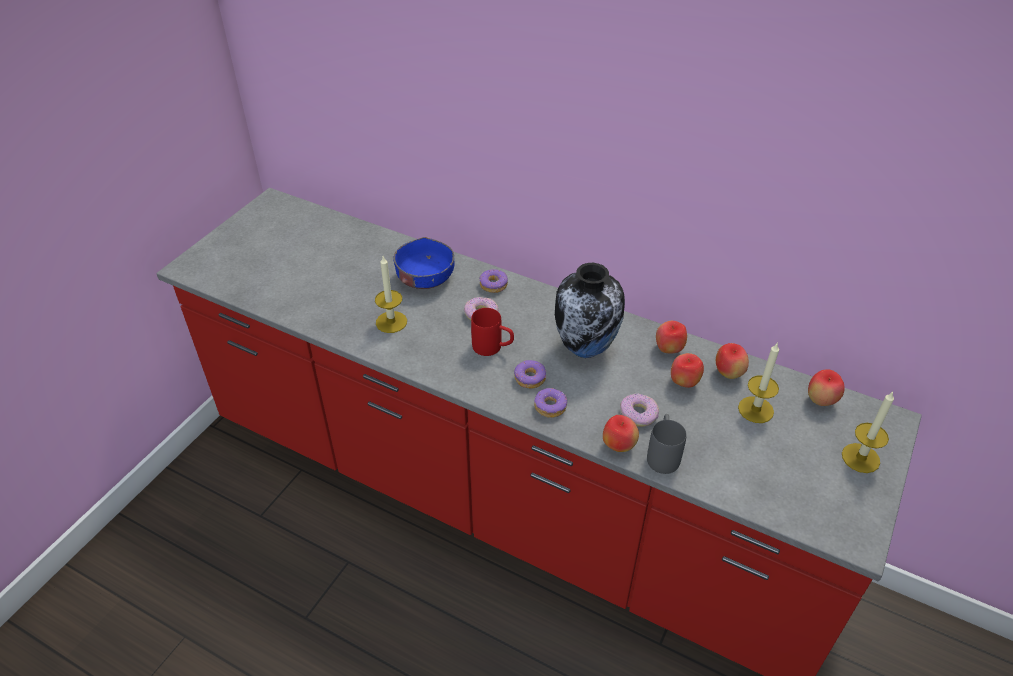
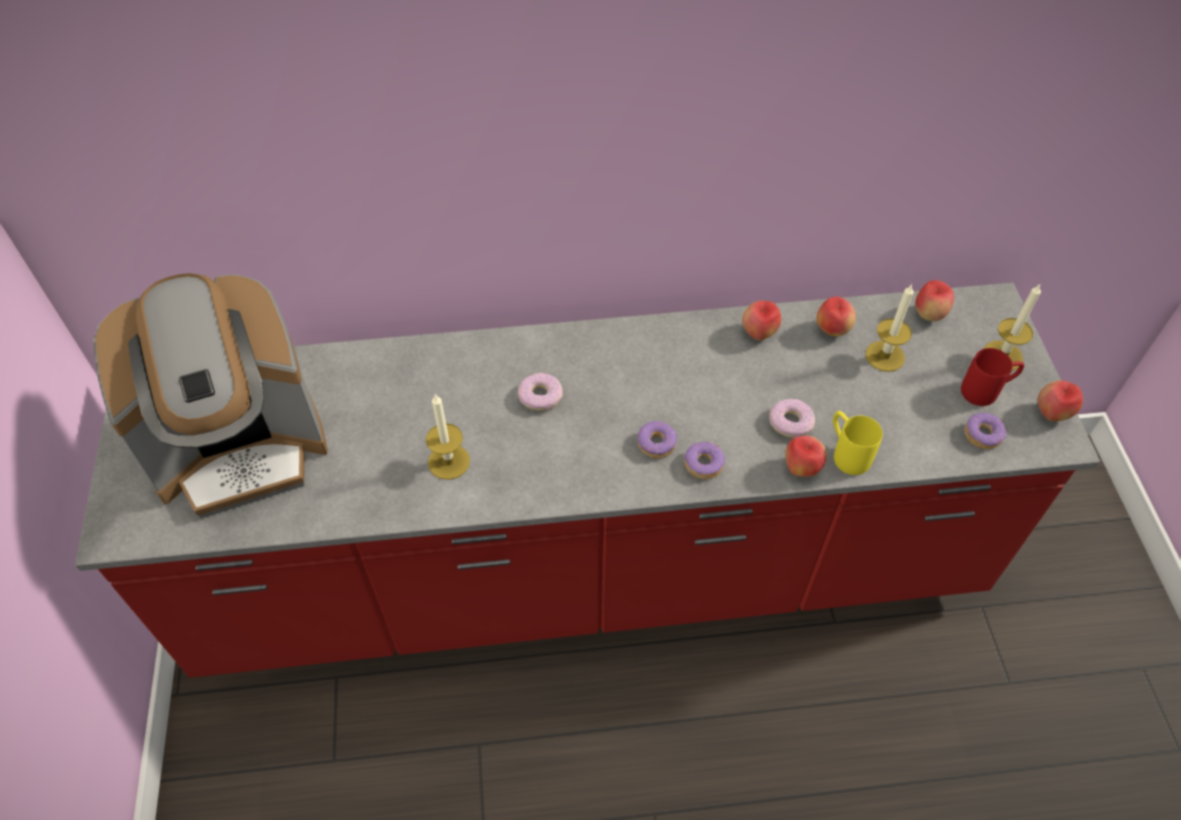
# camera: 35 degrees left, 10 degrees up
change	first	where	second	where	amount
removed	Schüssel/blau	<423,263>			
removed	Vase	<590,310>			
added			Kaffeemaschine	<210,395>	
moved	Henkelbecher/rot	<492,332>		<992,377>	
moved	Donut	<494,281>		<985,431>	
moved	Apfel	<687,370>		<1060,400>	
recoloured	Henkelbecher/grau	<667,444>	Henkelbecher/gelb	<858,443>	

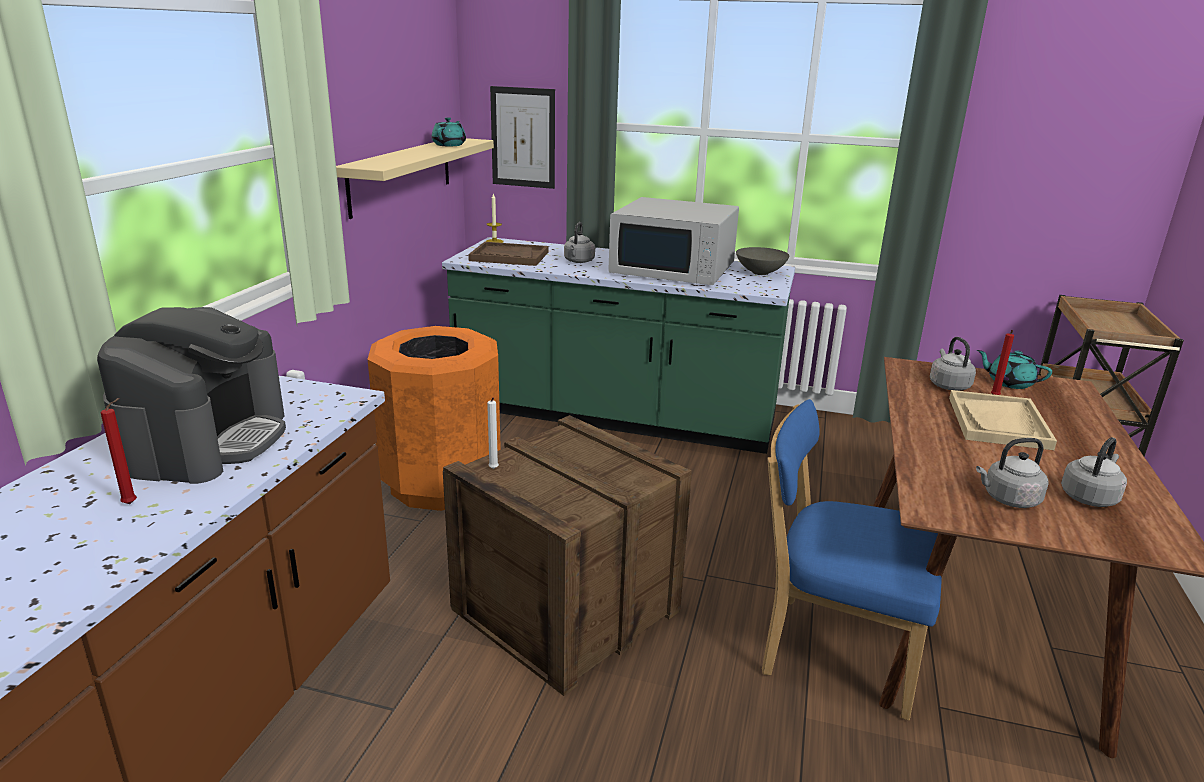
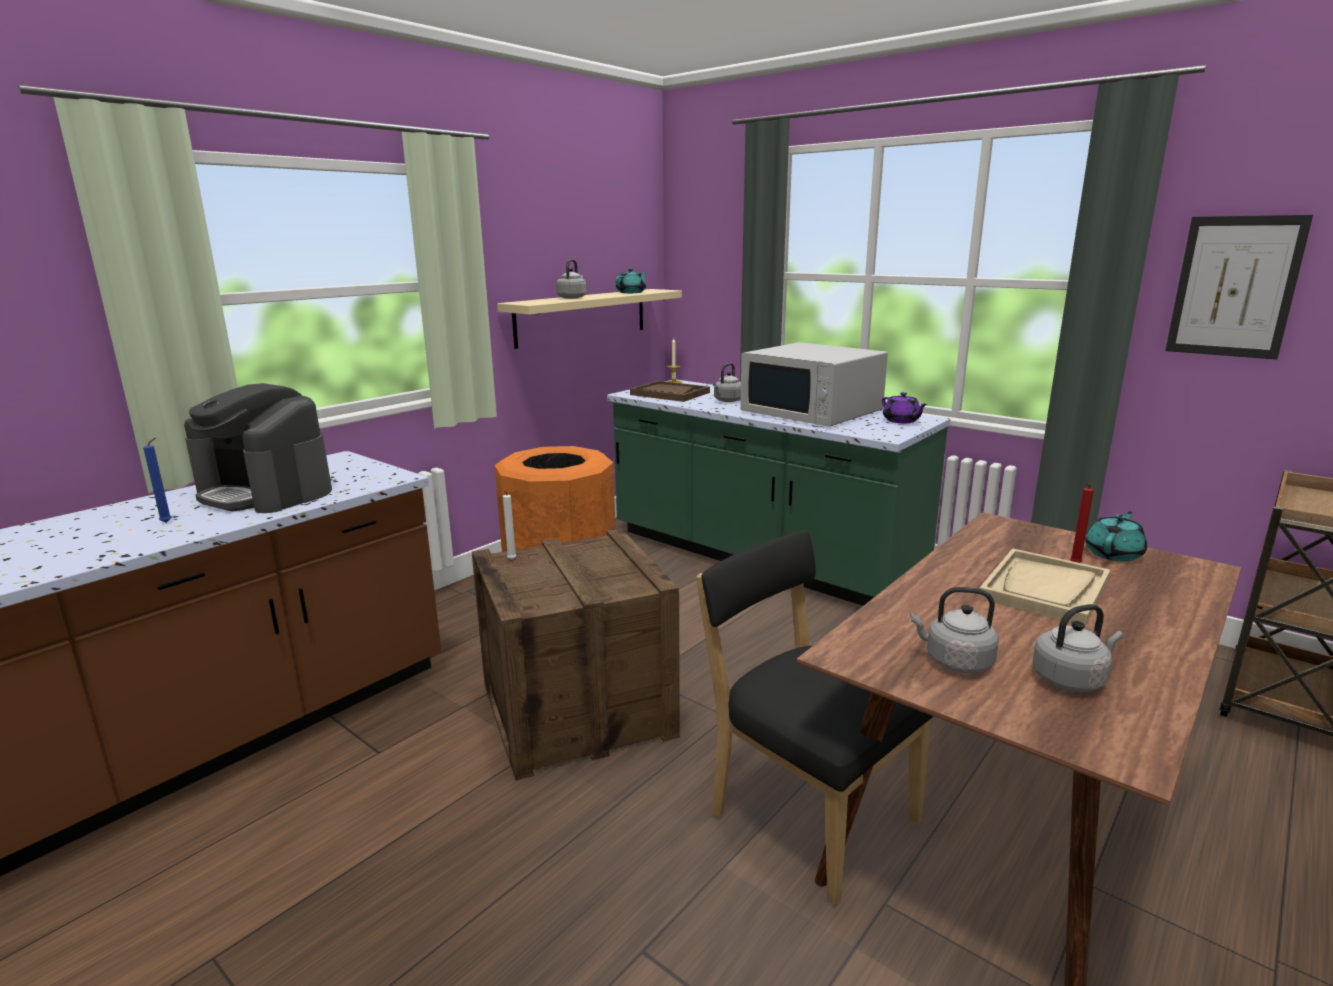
# camera: 25 degrees right, 5 degrees down
change	first	where	second	where	amount
moved	Bild	<522,137>		<1239,287>	
moved	Wasserkessel/grau	<953,364>		<571,279>	
replaced	Schüssel/grau	<762,261>	Teekanne/lila	<905,407>	
recoloured	Kerze/rot	<118,451>	Kerze/blau	<157,480>	
recoloured	Stuhl/blau	<852,560>	Stuhl/schwarz	<815,717>	
turned	Kaffeemaschine	<191,395>		<258,448>	90 degrees clockwise
turned	Teekanne/türkis	<1014,369>		<1116,537>	75 degrees clockwise

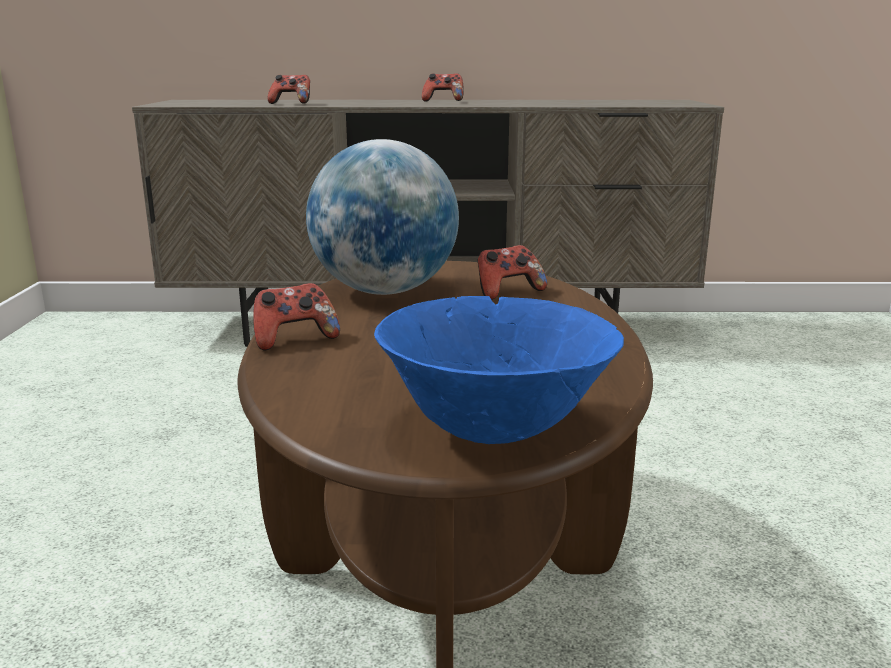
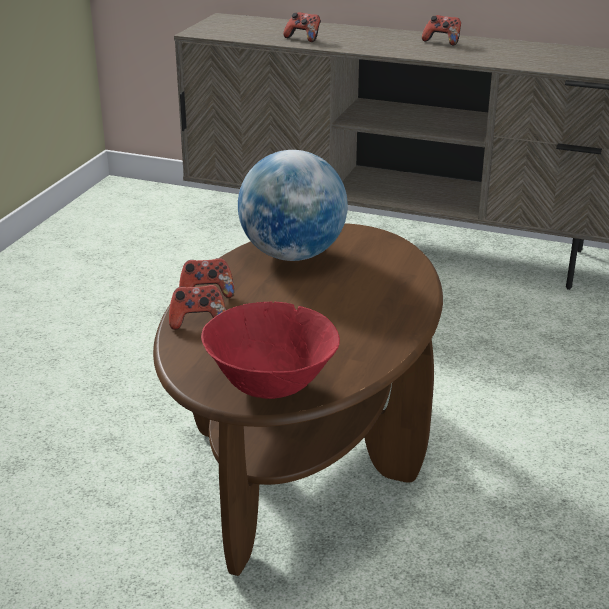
# camera: 20 degrees right, 10 degrees up
change	first	where	second	where	amount
moved	Gamepad	<512,272>		<197,307>	
recoloured	Schüssel/blau	<499,370>	Schüssel/rot	<270,350>	

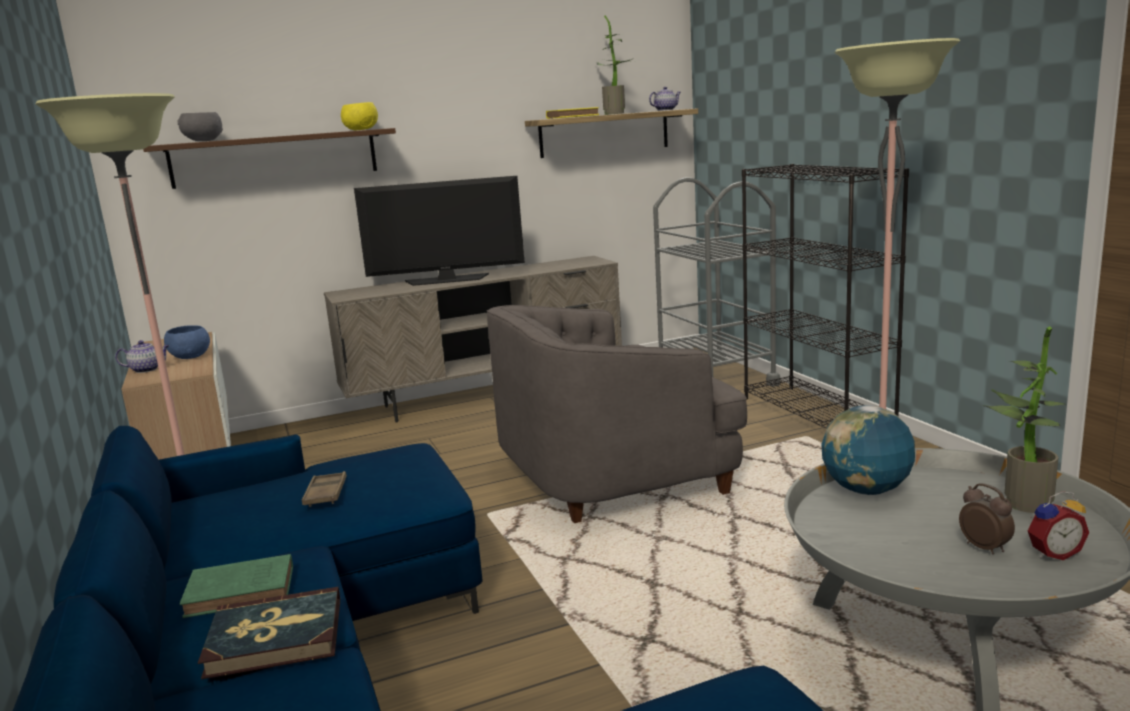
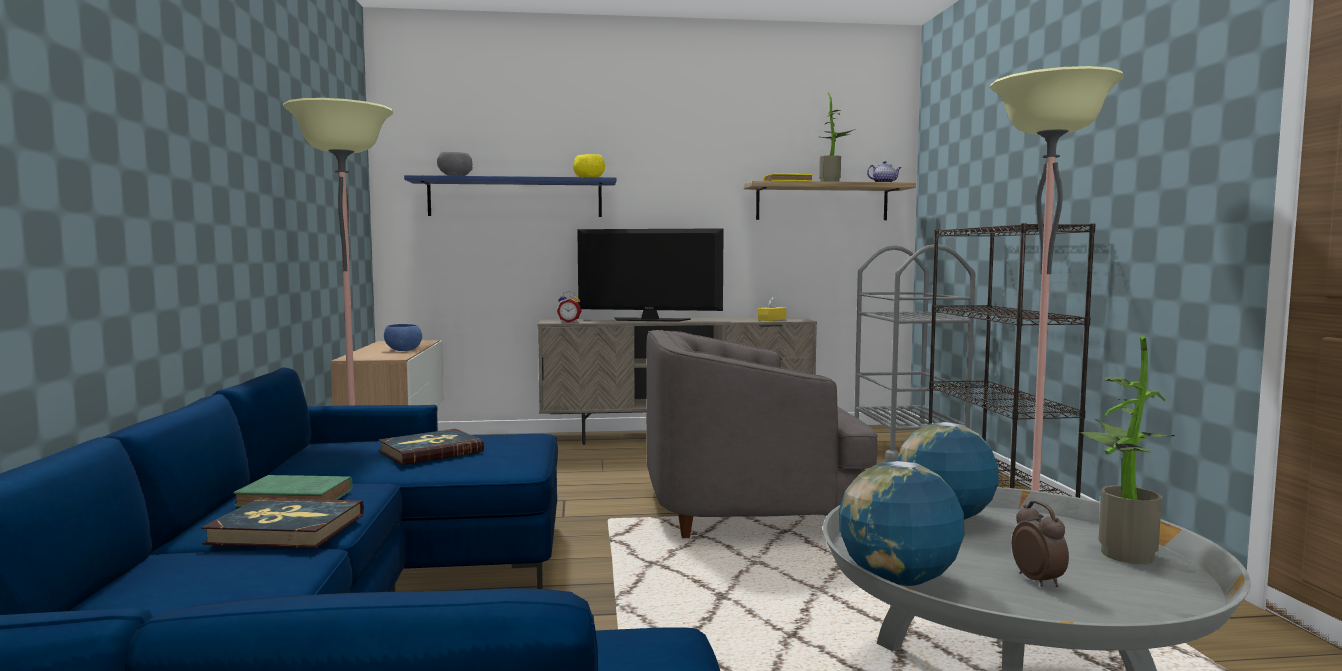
# camera: 15 degrees right, 10 degrees down
change	first	where	second	where	amount
removed	Teekanne	<142,356>			
added			Taschentuchbox/gelb	<772,308>	
added			Globus	<901,523>	
moved	Wecker	<1058,525>		<569,307>	
replaced	Tablett/braun	<324,489>	Buch	<431,447>	
recoloured	Wandregal/braun	<269,158>	Wandregal/blau	<510,196>	

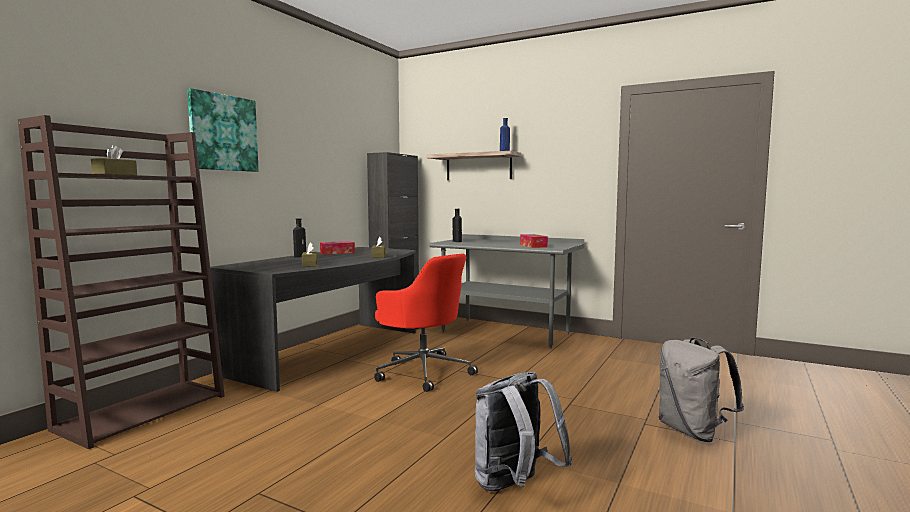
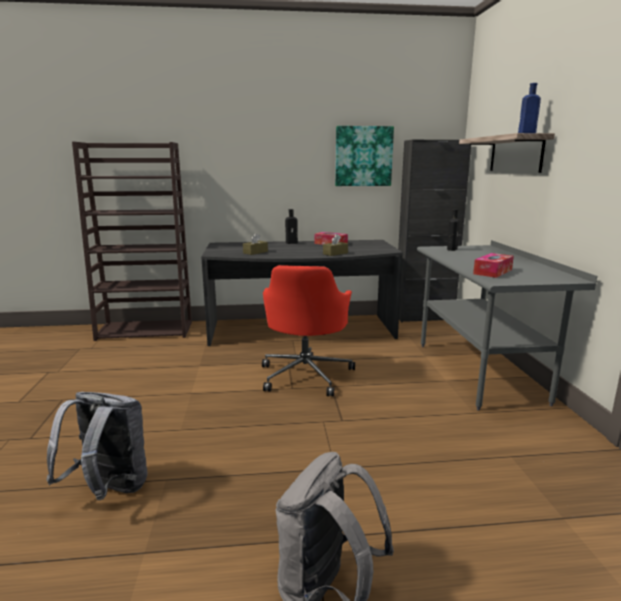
# camera: 55 degrees right, 10 degrees up
change	first	where	second	where	amount
removed	Taschentuchbox/braun	<114,160>			
moved	Bild	<223,130>		<364,156>	

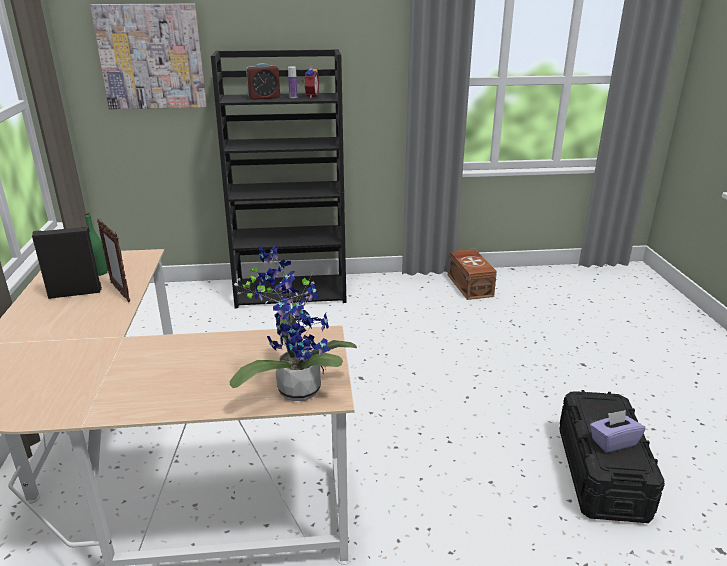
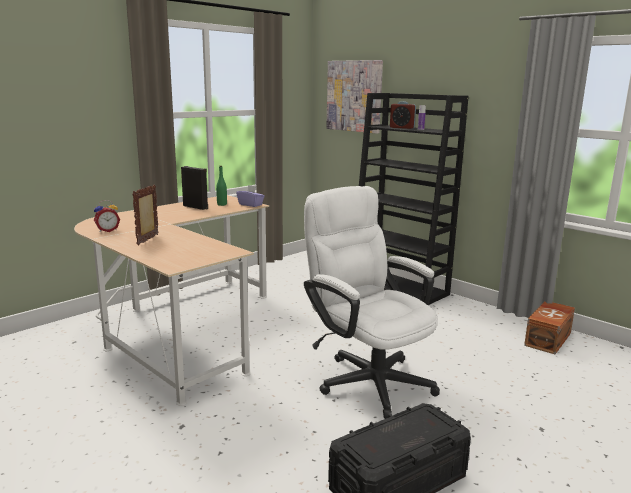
# camera: 50 degrees right, 10 degrees down
change	first	where	second	where	amount
removed	Topfpflanze	<293,323>			
added			Bürostuhl/weiß	<372,302>	
moved	Bilderrahmen	<113,260>		<145,215>	
moved	Wecker	<310,80>		<107,216>	
moved	Taschentuchbox/lila	<617,431>		<250,196>	

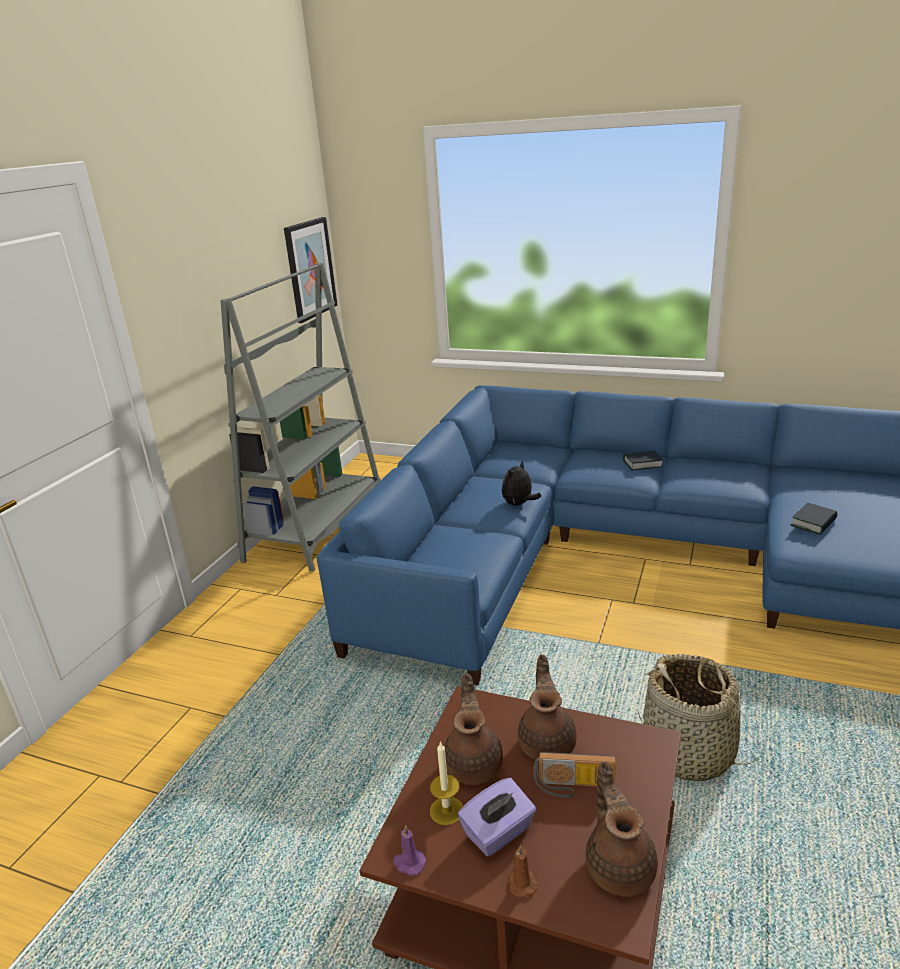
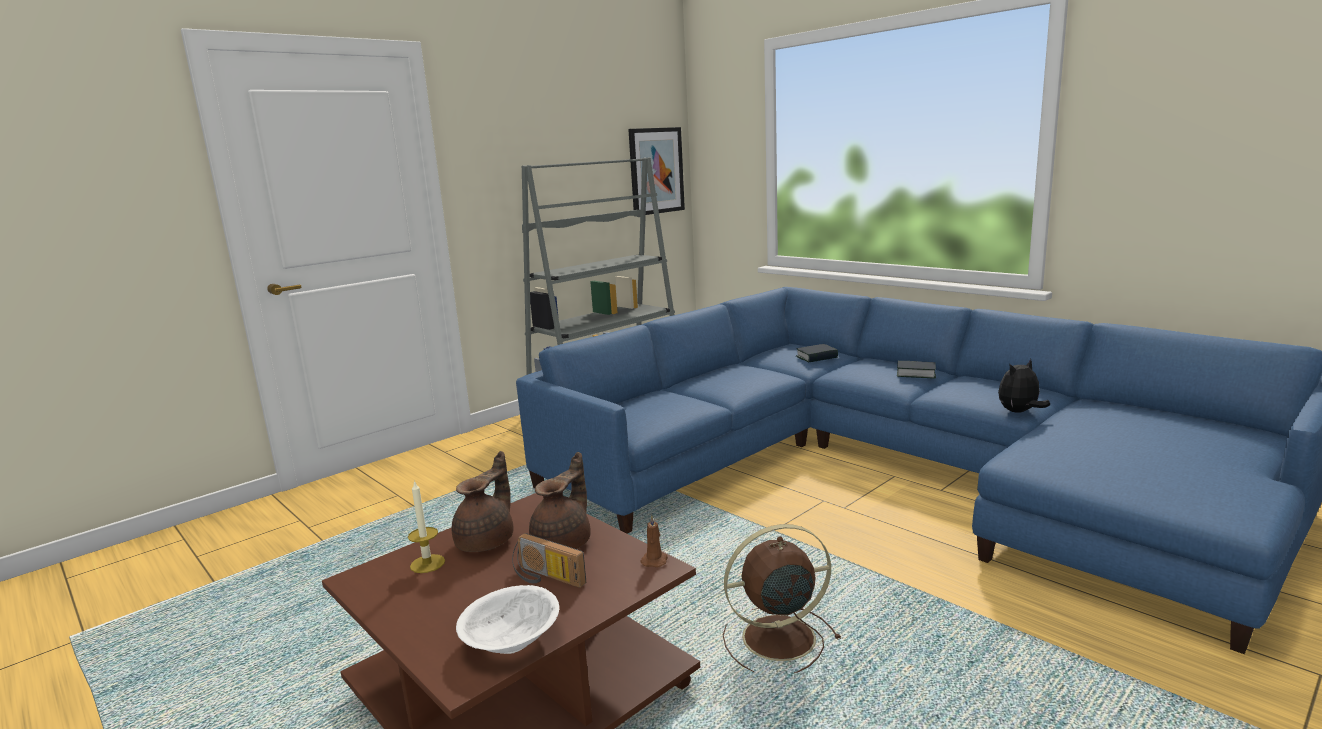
# camera: 25 degrees right, 10 degrees down
change	first	where	second	where	amount
removed	Kerze/lila	<409,850>			
removed	Taschentuchbox/lila	<497,817>			
moved	Plüschtier	<521,483>		<1024,386>	
moved	Kerze/braun	<523,871>		<654,541>	
moved	Buch	<813,519>		<817,353>	
replaced	Teekanne/braun	<622,828>	Schüssel/weiß	<507,619>	
replaced	Korb	<698,717>	Ventilator/braun	<782,598>	

